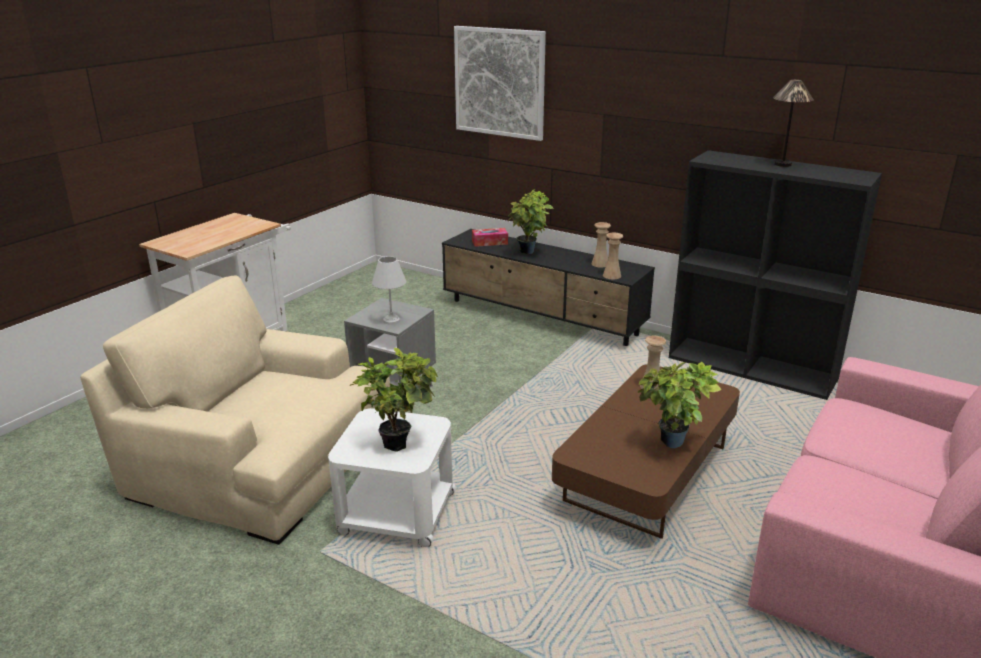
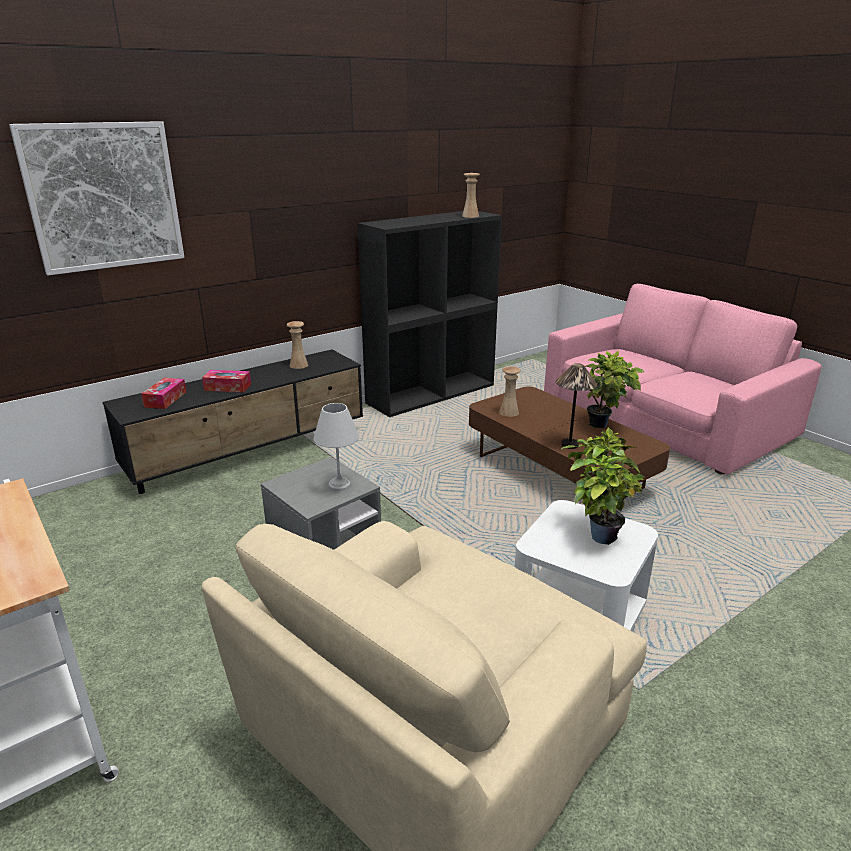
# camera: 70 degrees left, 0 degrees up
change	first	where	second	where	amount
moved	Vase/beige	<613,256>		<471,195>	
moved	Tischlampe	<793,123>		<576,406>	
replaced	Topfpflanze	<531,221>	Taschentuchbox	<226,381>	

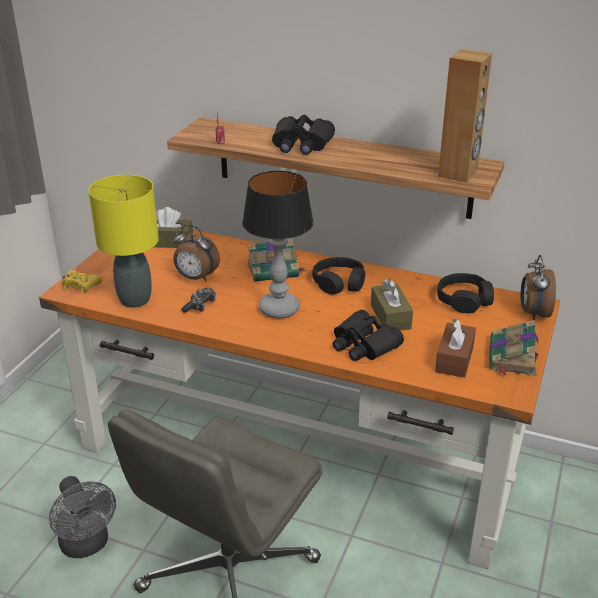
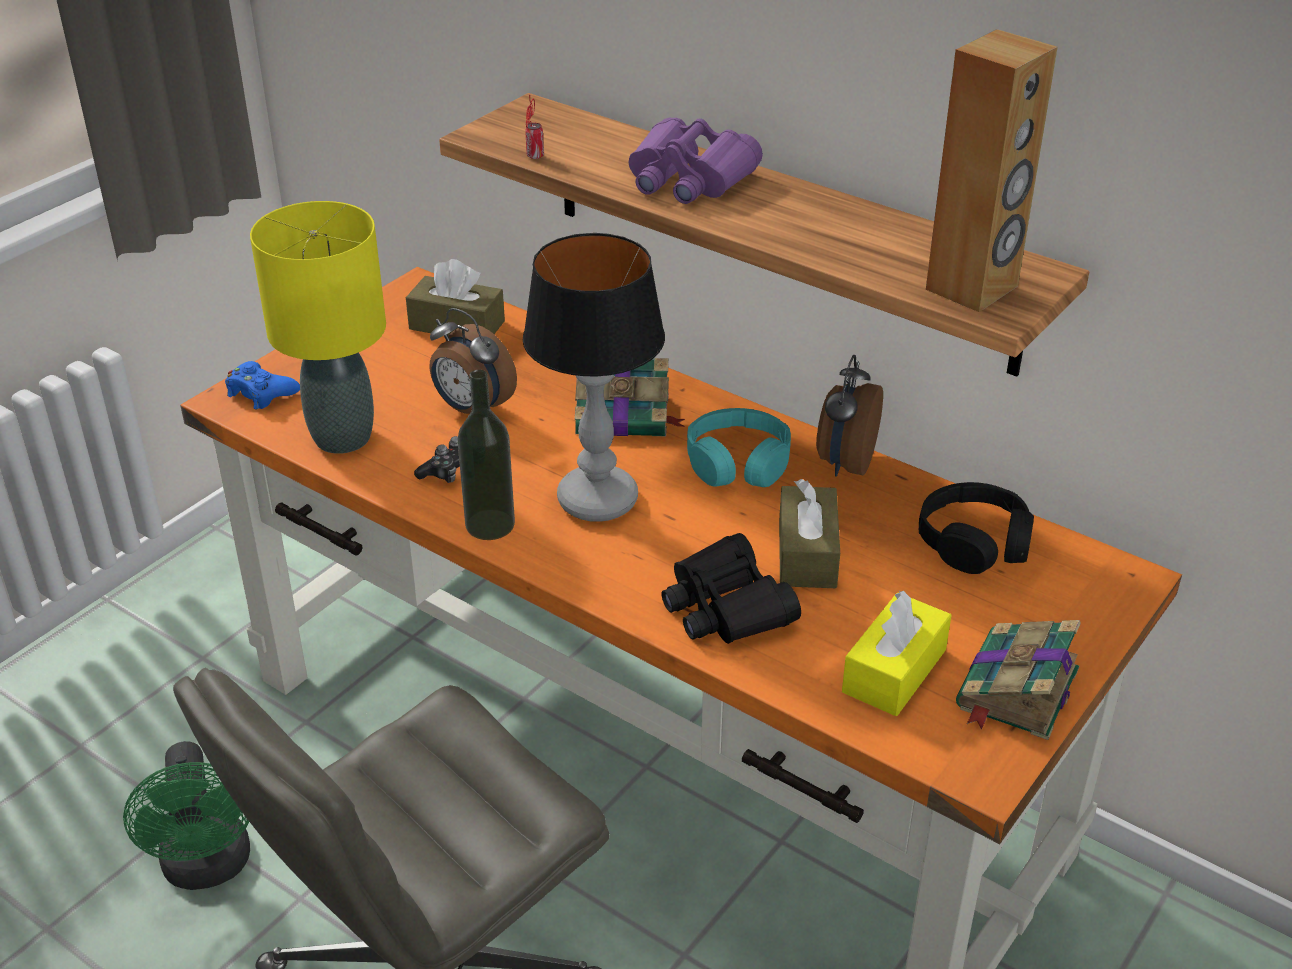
# camera: 15 degrees right, 5 degrees up
change	first	where	second	where	amount
added			Flasche	<486,455>	
moved	Wecker	<538,287>		<849,416>	
recoloured	Ventilator/grau	<82,517>	Ventilator/grün	<186,815>	
recoloured	Gamepad/gelb	<82,281>	Gamepad/blau	<262,385>	
recoloured	Fernglas/schwarz	<303,135>	Fernglas/lila	<696,161>	
recoloured	Kopfhörer/schwarz	<338,276>	Kopfhörer/türkis	<739,447>	
recoloured	Taschentuchbox/braun	<455,348>	Taschentuchbox/gelb	<897,653>	

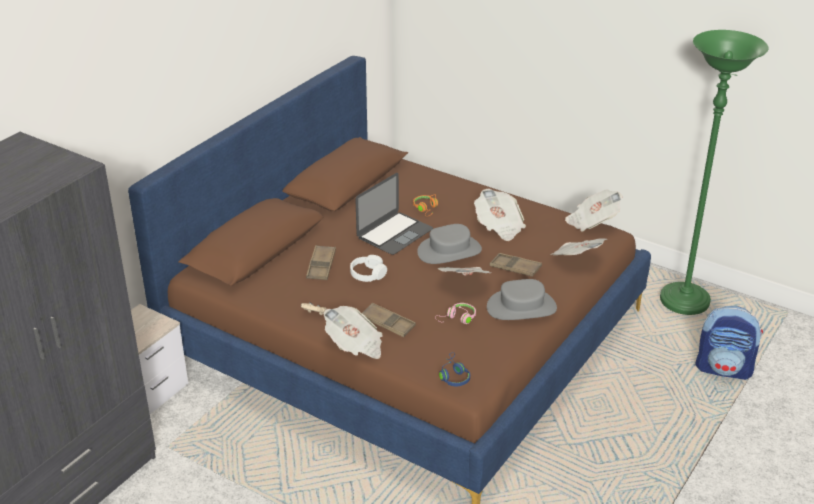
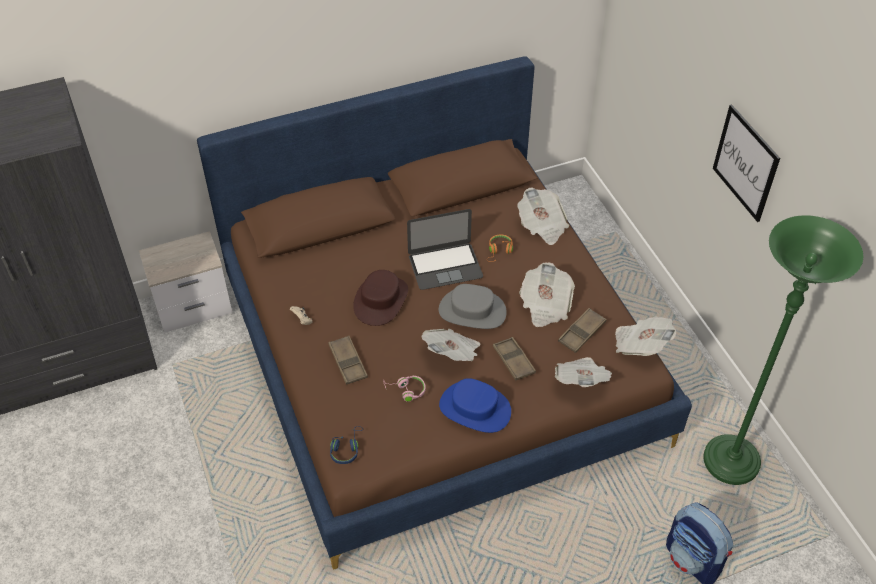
# camera: 35 degrees right, 15 degrees up
change	first	where	second	where	amount
added			Bild	<746,163>	
moved	Tablett/braun	<321,262>		<582,330>	
moved	Zeitung	<353,332>		<543,216>	
replaced	Kopfhörer/weiß	<368,268>	Hut/braun	<380,298>	
recoloured	Hut/grau	<522,299>	Hut/blau	<475,405>	

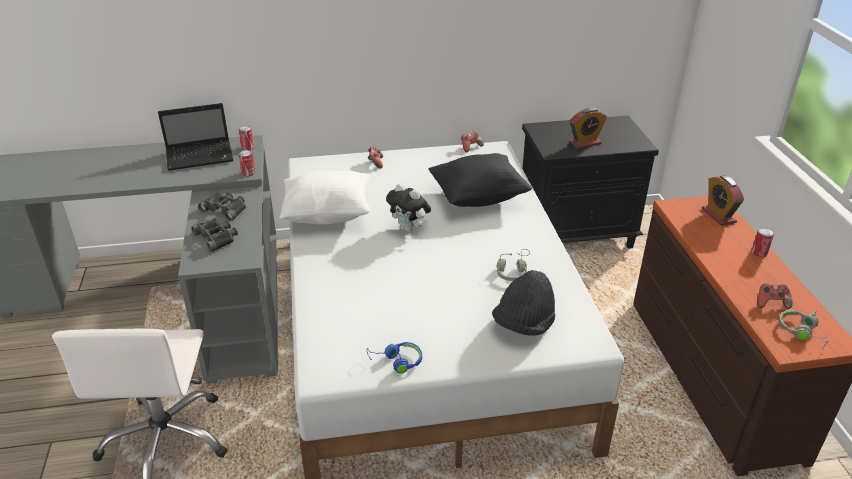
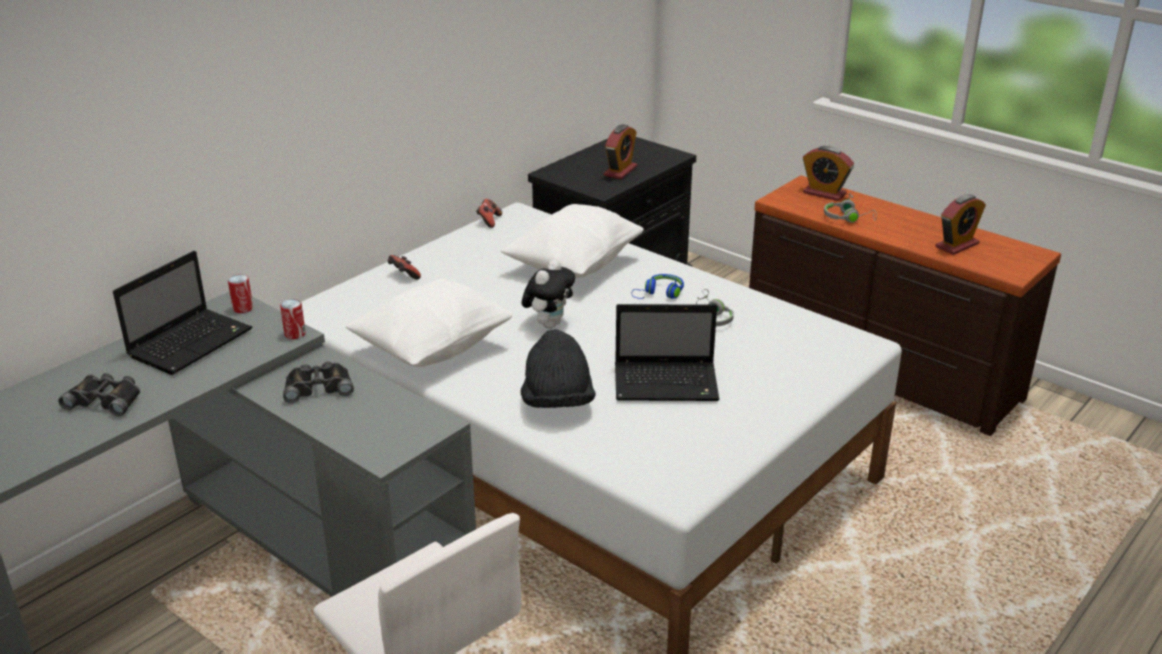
# camera: 40 degrees left, 5 degrees down
change	first	where	second	where	amount
removed	Dose	<763,242>			
added			Laptop	<667,352>	
moved	Fernglas/schwarz	<214,235>		<99,394>	
moved	Kopfhörer/blau	<394,357>		<657,286>	
moved	Hut/schwarz	<523,303>		<558,368>	
moved	Kopfhörer/grau	<804,329>		<850,208>	
replaced	Gamepad	<774,296>	Wecker	<960,224>	
recoloured	Kissen/schwarz	<480,180>	Kissen/weiß	<572,241>	
turned	Plüschtier	<408,207>		<548,294>	60 degrees counterclockwise

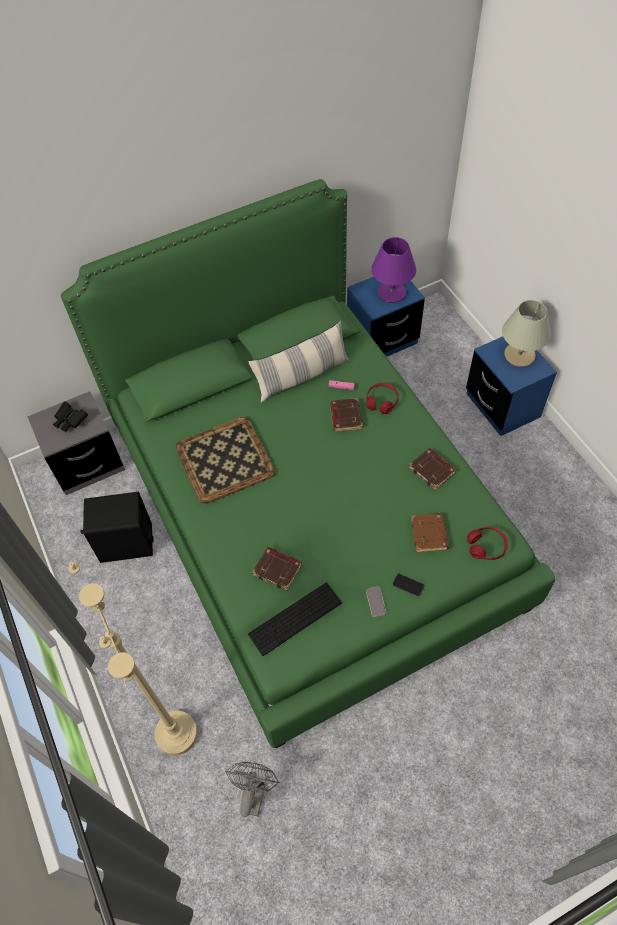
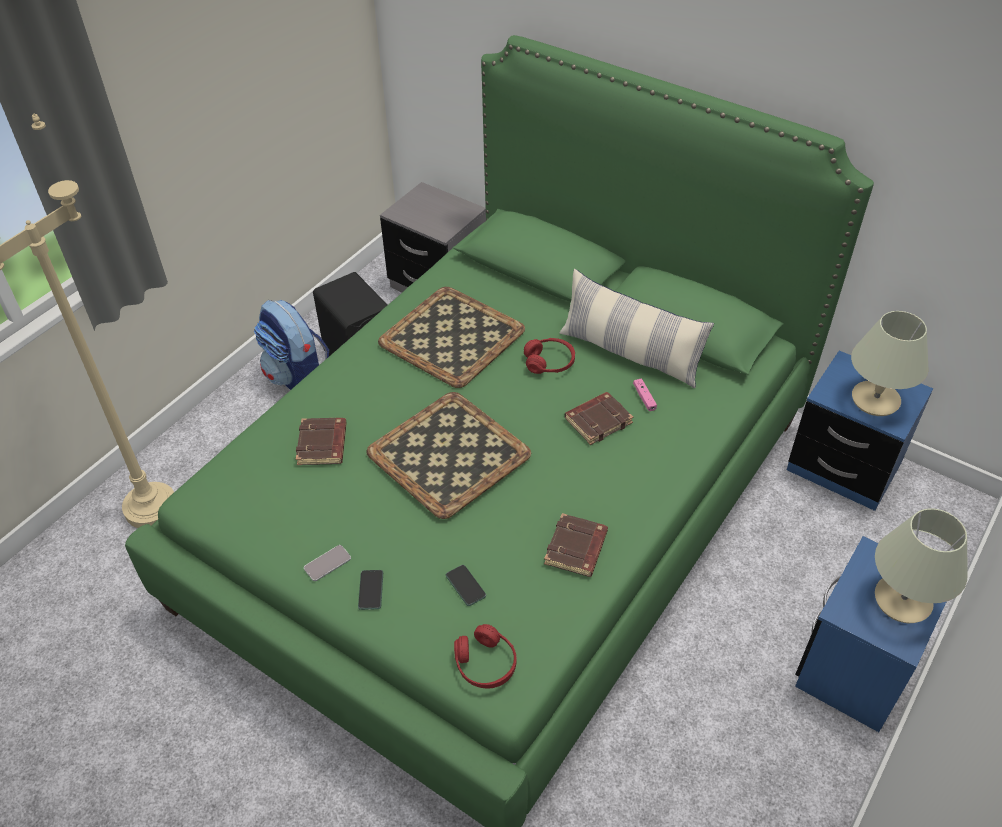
# camera: 60 degrees right, 10 degrees down
change	first	where	second	where	amount
removed	Fernglas/schwarz	<70,417>			
removed	Ventilator/grau	<252,789>			
removed	Tastatur	<295,619>			
added			Rucksack	<291,345>	
added			Tablett	<448,455>	
moved	Kopfhörer/rot	<382,398>		<549,356>	
replaced	Buch/braun	<430,533>	Handy	<466,585>	
recoloured	Tischlampe/lila	<393,270>	Tischlampe/beige	<889,363>	

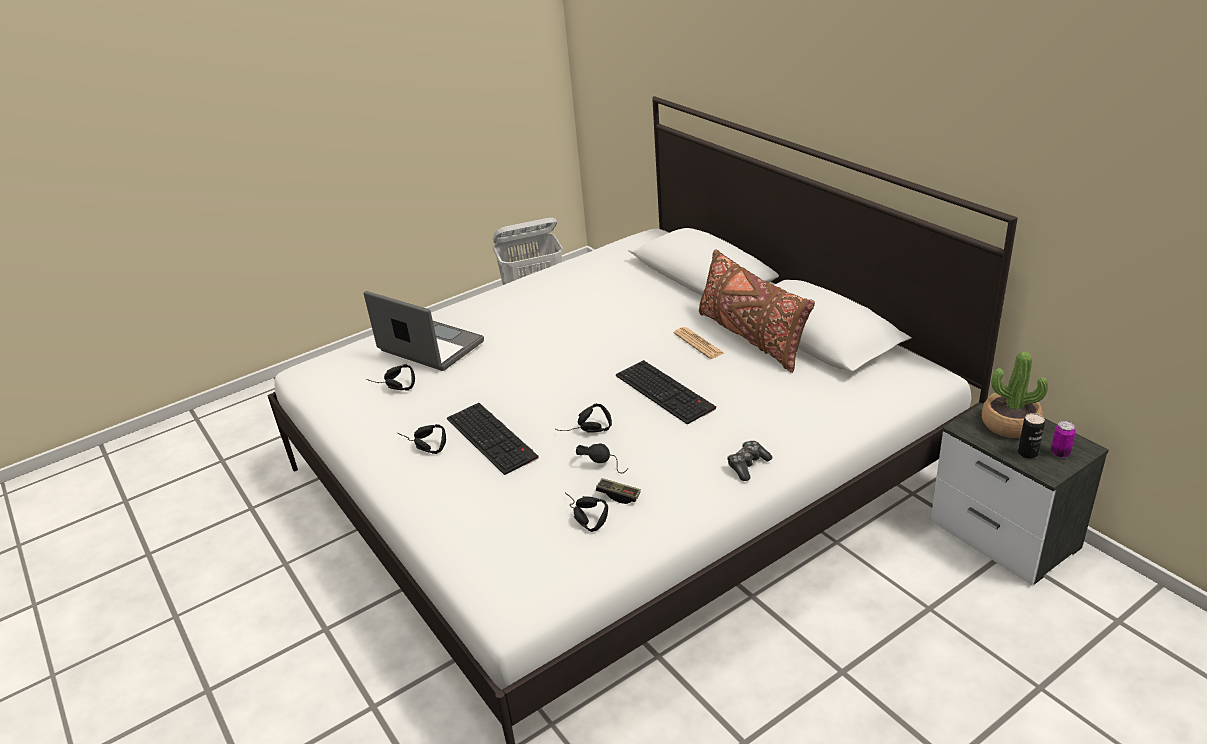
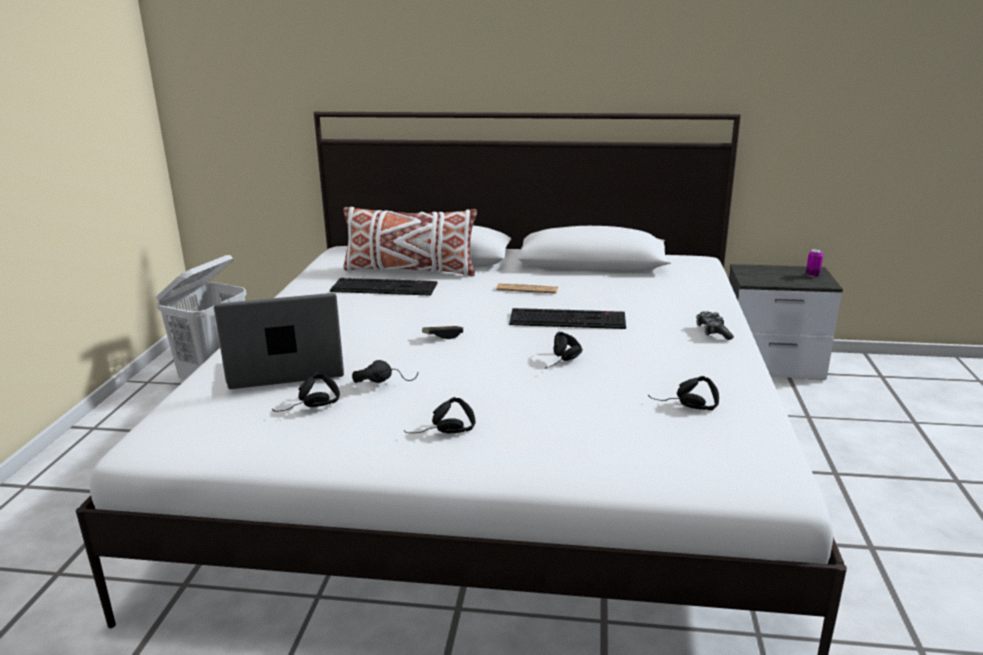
# camera: 50 degrees left, 10 degrees down
change	first	where	second	where	amount
removed	Kissen/braun	<757,311>			
removed	Topfpflanze	<1015,395>			
removed	Dose	<1031,436>			
added			Kissen/weiß	<410,242>	
moved	Tastatur	<493,439>		<383,287>	
moved	Kopfhörer/schwarz	<602,458>		<385,371>	
moved	Gamepad	<618,491>		<442,332>	

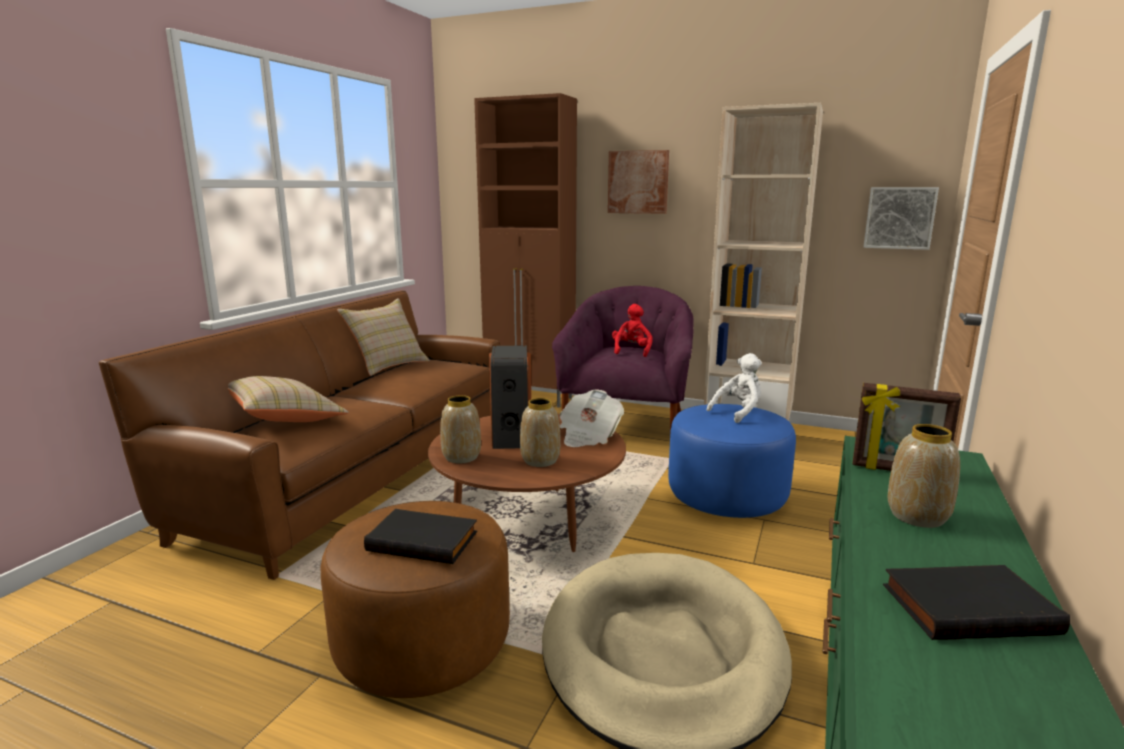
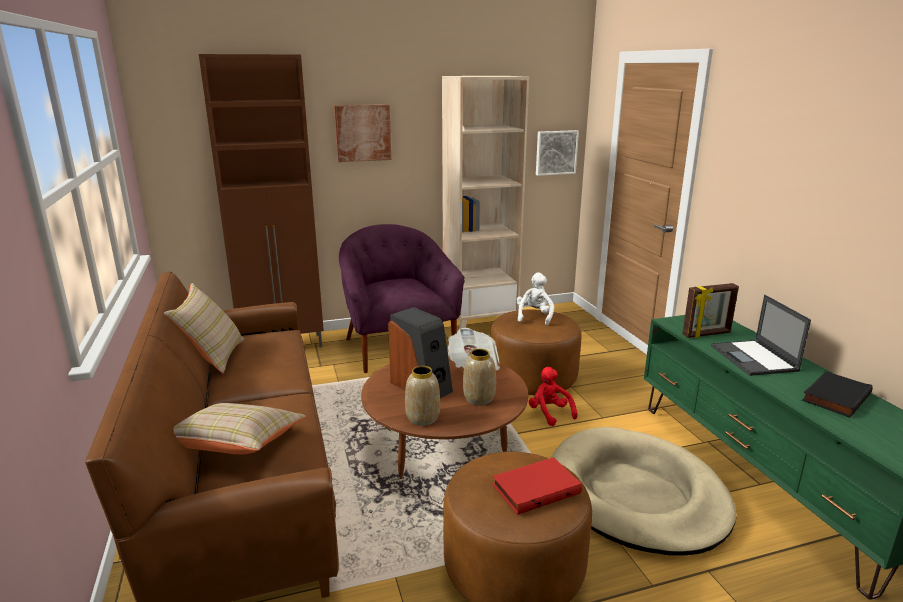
# camera: 40 degrees left, 5 degrees up
change	first	where	second	where	amount
moved	Plüschtier/rot	<632,330>		<553,396>	
replaced	Vase	<924,476>	Laptop	<761,335>	
recoloured	Buch/schwarz	<420,536>	Buch/rot	<537,486>	
recoloured	Polsterhocker/blau	<732,461>	Polsterhocker/braun	<536,352>	

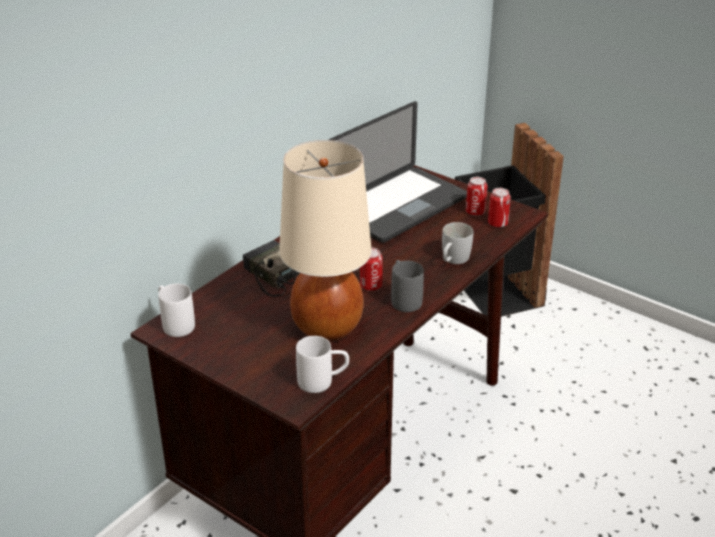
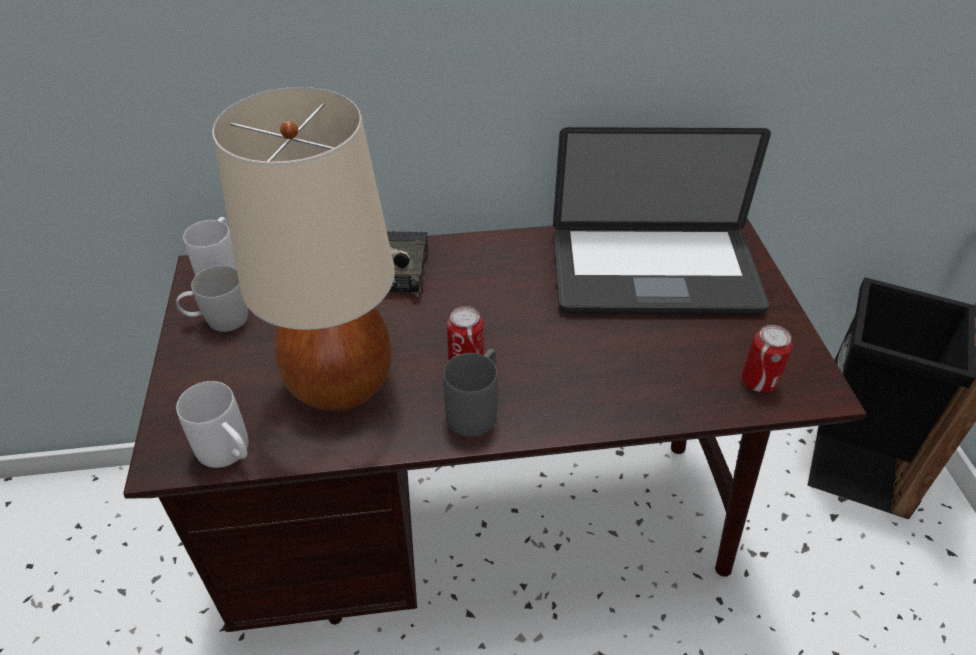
# camera: 45 degrees right, 10 degrees up
change	first	where	second	where	amount
removed	Dose	<477,196>			
moved	Henkelbecher/weiß	<457,243>		<212,298>	

